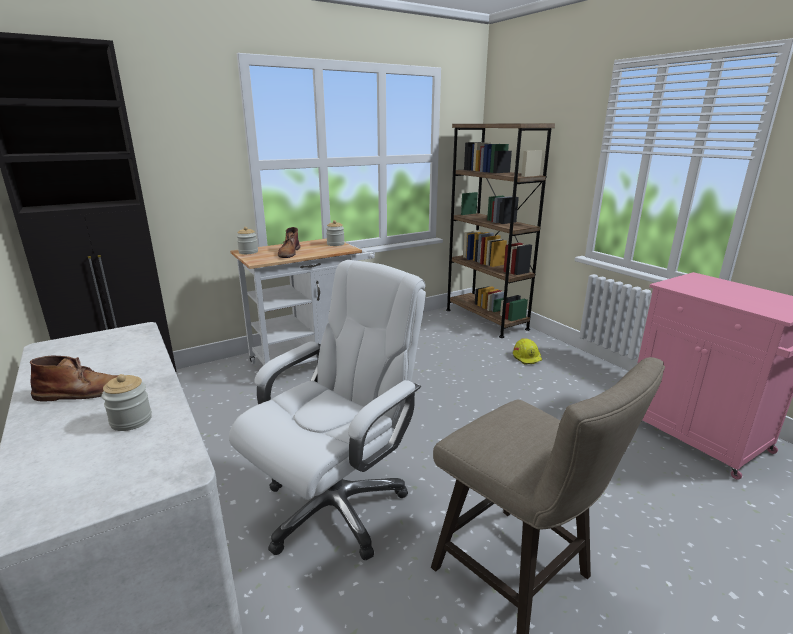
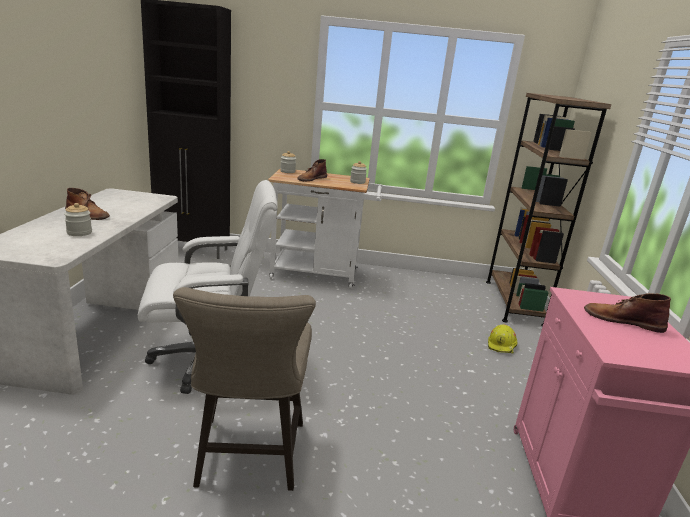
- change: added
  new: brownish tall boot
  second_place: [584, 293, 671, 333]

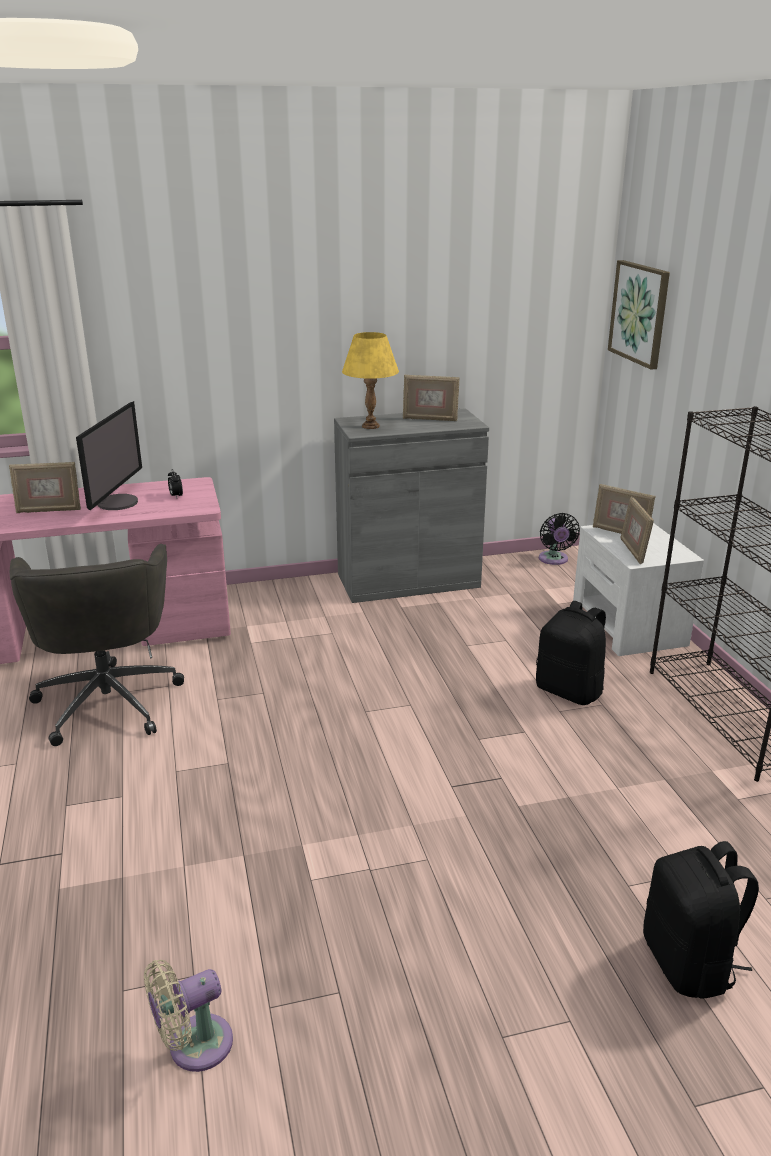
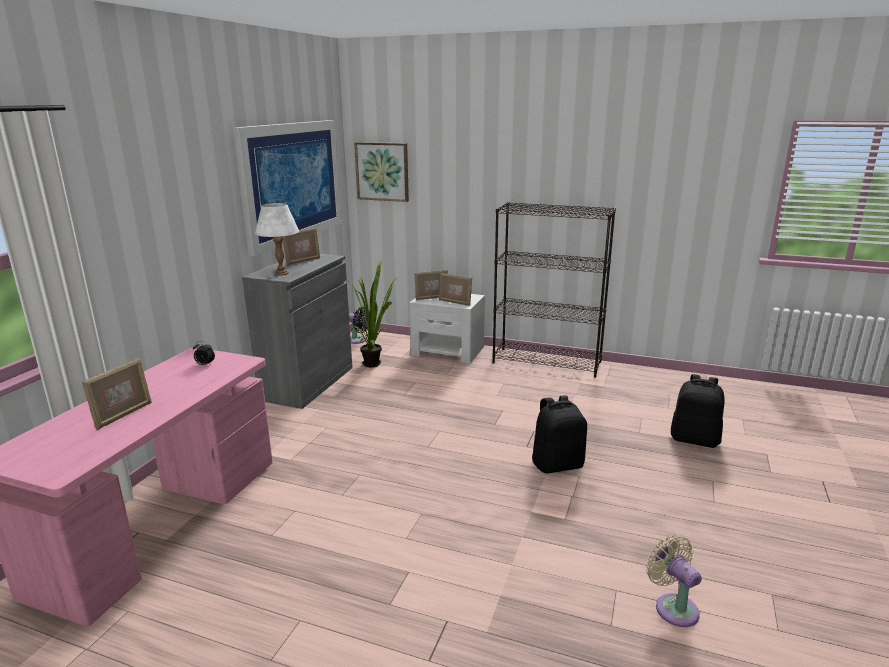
- change: added
  new: wall picture
  second_place: [233, 120, 342, 256]
- change: recoloured
  old: yellow tabletop lamp
  new: whitish tabletop lamp
  first_place: [342, 332, 399, 429]
  second_place: [255, 203, 299, 276]
- change: added
  new: potted plant
  second_place: [346, 260, 397, 367]
- change: moved
  old: black-coloured knapsack
  first_place: [536, 601, 606, 705]
  second_place: [532, 395, 587, 473]
- change: turned
  old: beige-coloured cooling fan
  first_place: [144, 960, 233, 1072]
  second_place: [646, 535, 702, 627]
  degrees: 150
- change: removed
  old: greyish desk chair
  first_place: [10, 544, 184, 746]
- change: removed
  old: monitor
  first_place: [76, 401, 142, 510]

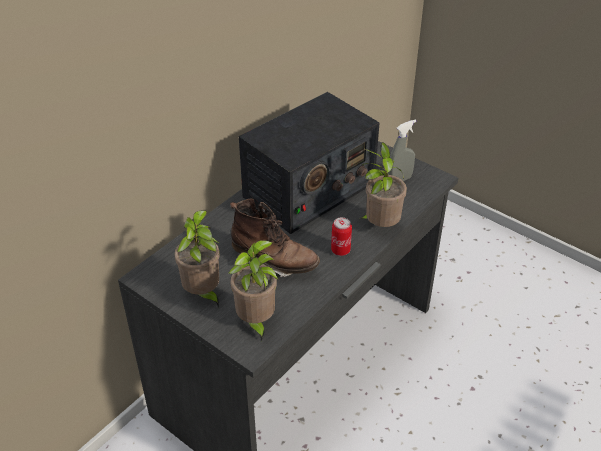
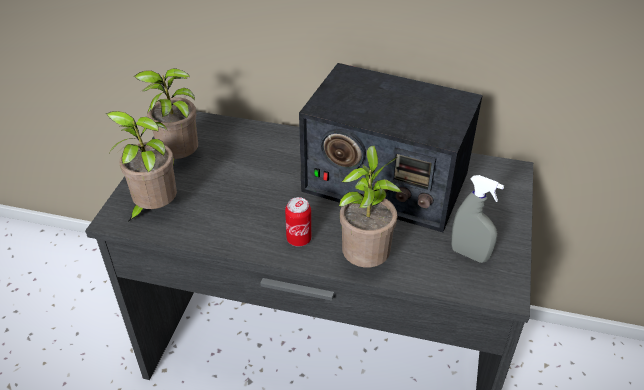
- change: removed
  old: brownish tall boot
  first_place: [230, 198, 320, 277]

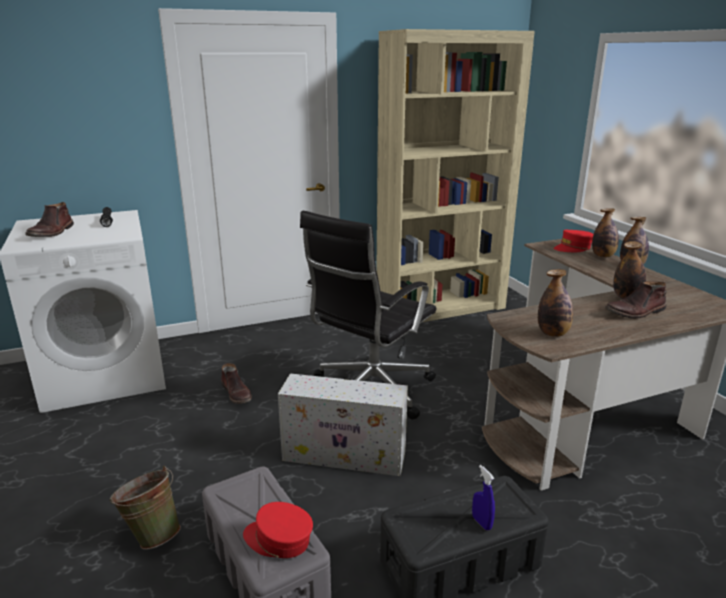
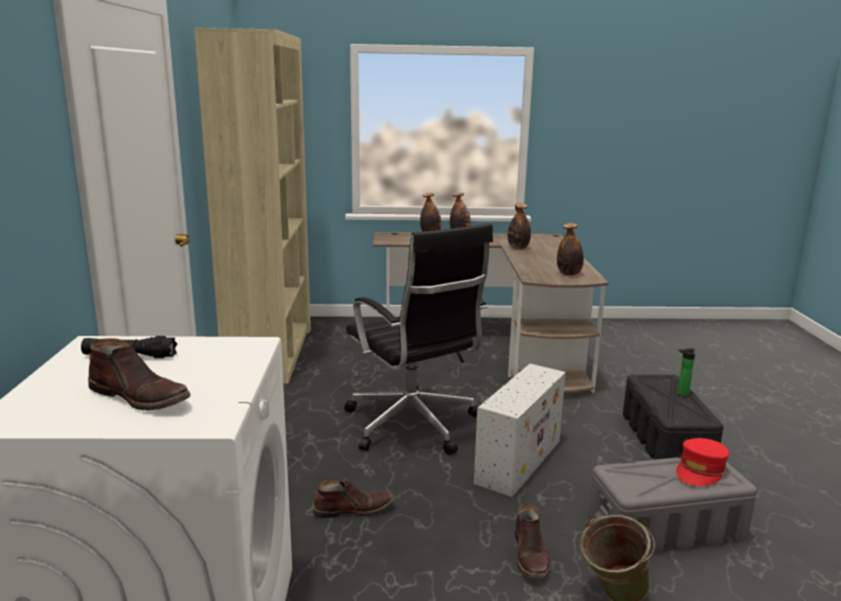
- change: moved
  old: brownish tall boot
  first_place: [605, 281, 667, 319]
  second_place: [515, 504, 550, 578]
- change: replaced
  old: blue-coloured sprayer
  new: bottle
  first_place: [472, 465, 495, 531]
  second_place: [677, 348, 695, 396]
- change: removed
  old: reddish baseball cap
  first_place: [554, 230, 594, 252]

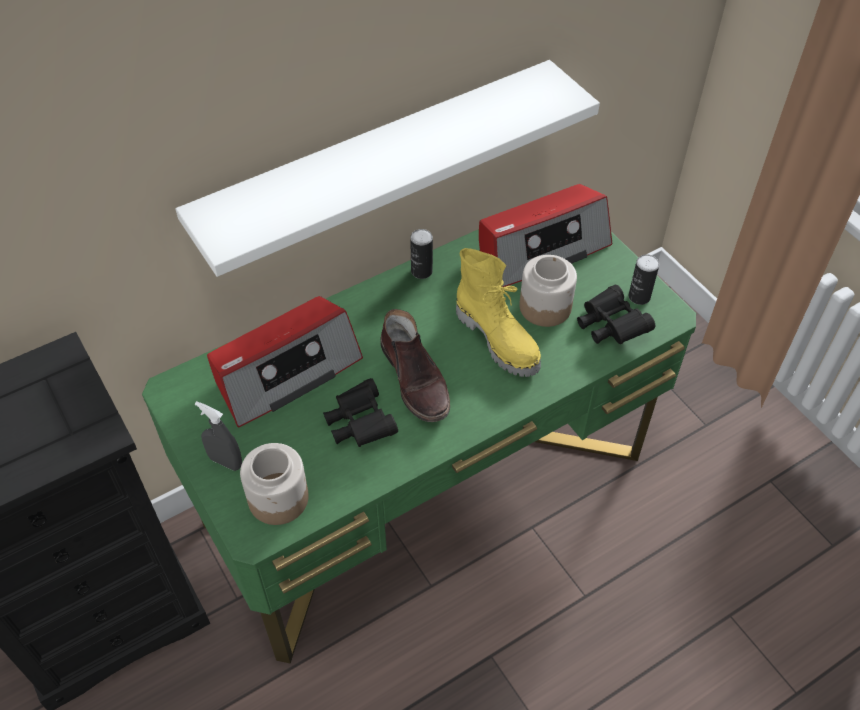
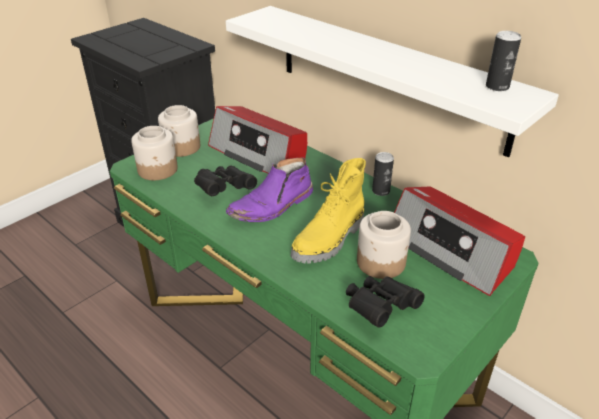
- change: replaced
  old: greyish sprayer
  new: storage jar
  first_place: [195, 401, 242, 471]
  second_place: [158, 105, 200, 157]
- change: recoloured
  old: brownish tall boot
  new: purple tall boot
  first_place: [381, 309, 450, 422]
  second_place: [226, 158, 313, 222]
- change: moved
  old: can
  first_place: [629, 254, 659, 305]
  second_place: [486, 31, 521, 91]

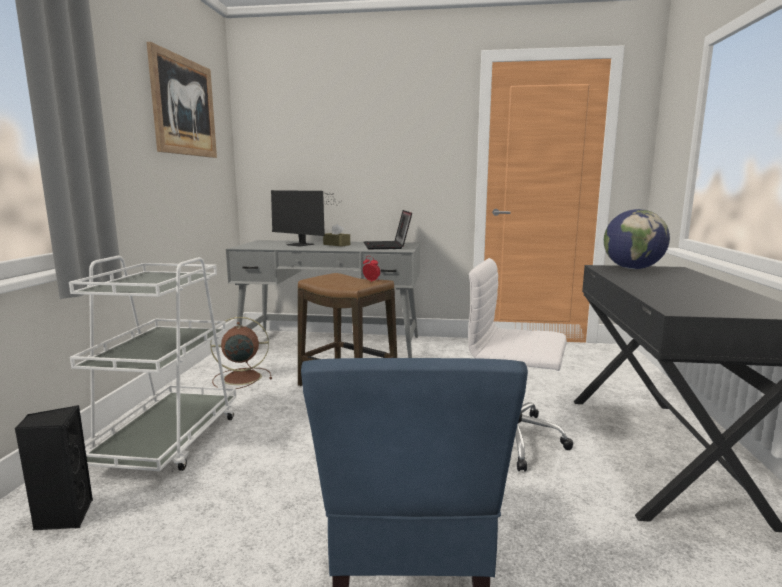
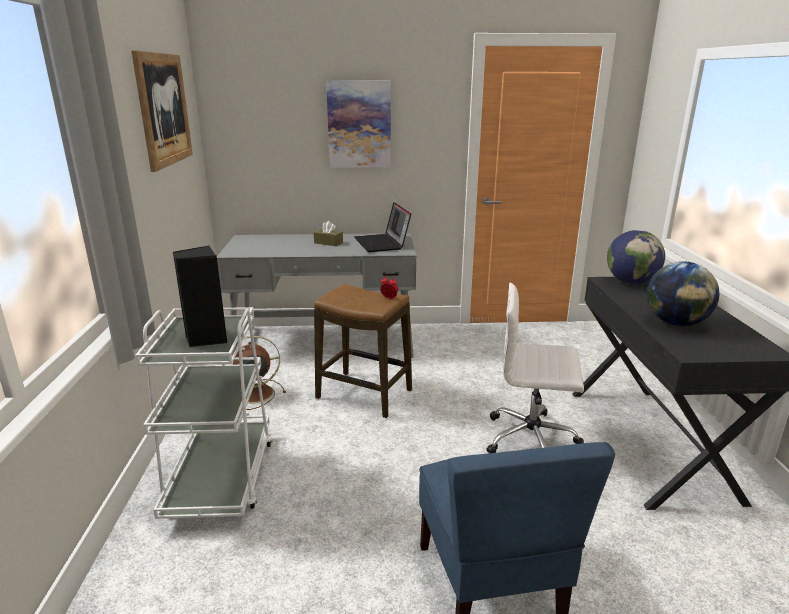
- change: moved
  old: black-coloured loudspeaker
  first_place: [15, 405, 93, 530]
  second_place: [173, 245, 227, 347]
- change: added
  new: wall picture
  second_place: [326, 80, 391, 168]
- change: added
  new: desk globe
  second_place: [647, 261, 720, 326]
- change: removed
  old: monitor
  first_place: [271, 190, 341, 247]

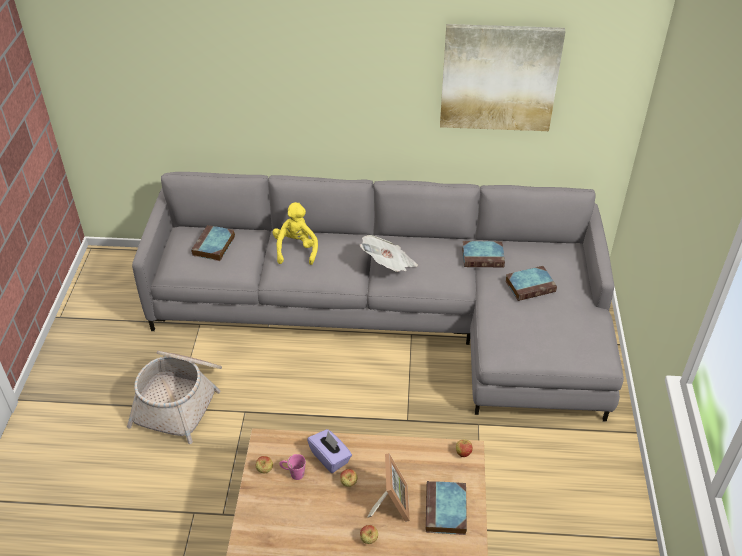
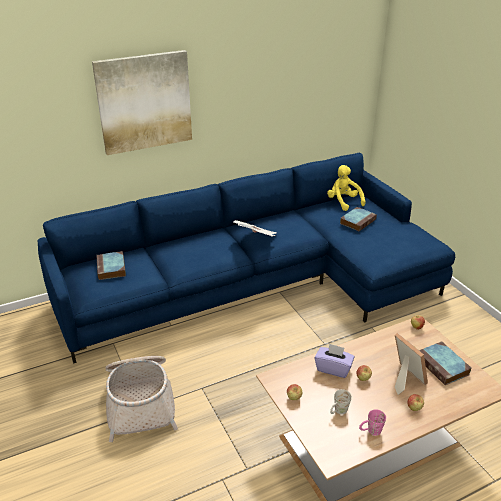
- change: recoloured
  old: greyish settee
  new: blue-coloured settee
  first_place: [132, 172, 624, 422]
  second_place: [38, 153, 455, 364]
- change: moved
  old: wall picture
  first_place: [440, 24, 566, 131]
  second_place: [92, 50, 192, 155]
- change: moved
  old: yellow plush toy
  first_place: [273, 202, 318, 265]
  second_place: [327, 165, 366, 211]
- change: added
  new: whitish mug
  second_place: [330, 389, 352, 414]
- change: moved
  old: pink mug
  first_place: [279, 454, 306, 480]
  second_place: [359, 409, 386, 436]
- change: removed
  old: bound book
  first_place: [462, 241, 505, 267]

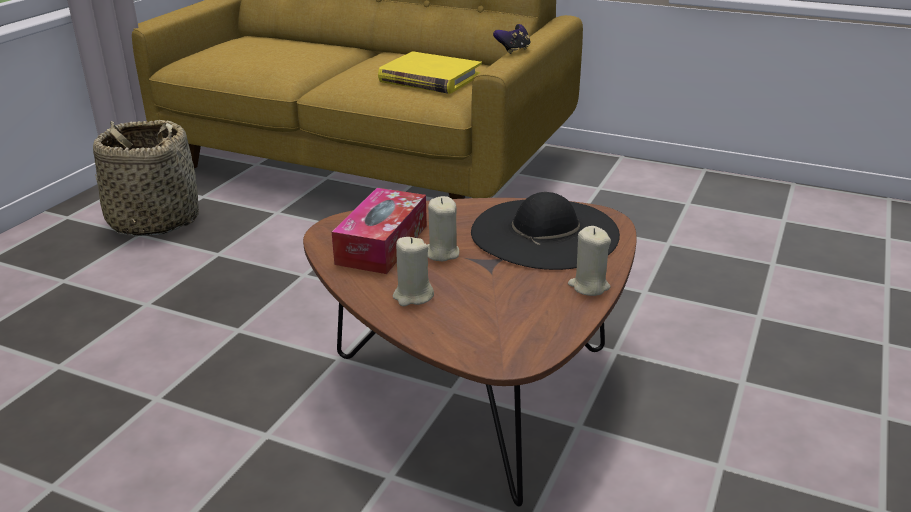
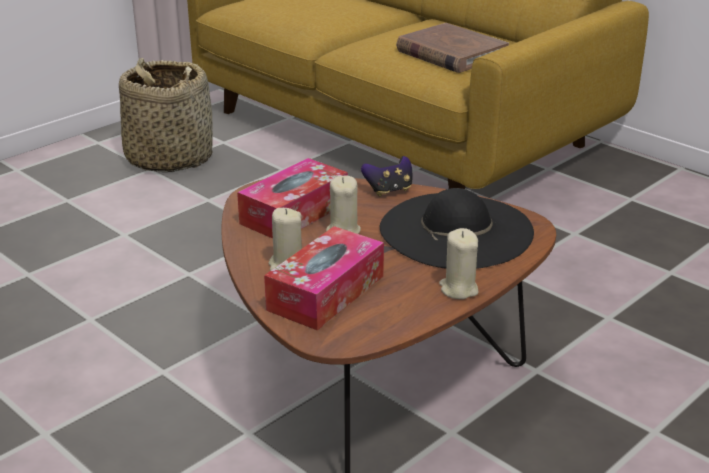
- change: added
  new: box of tissues
  second_place: [264, 226, 384, 330]
- change: moved
  old: joypad
  first_place: [493, 24, 531, 54]
  second_place: [361, 156, 412, 196]
- change: recoloured
  old: yellow bound book
  new: brownish bound book
  first_place: [378, 51, 482, 94]
  second_place: [396, 23, 509, 73]

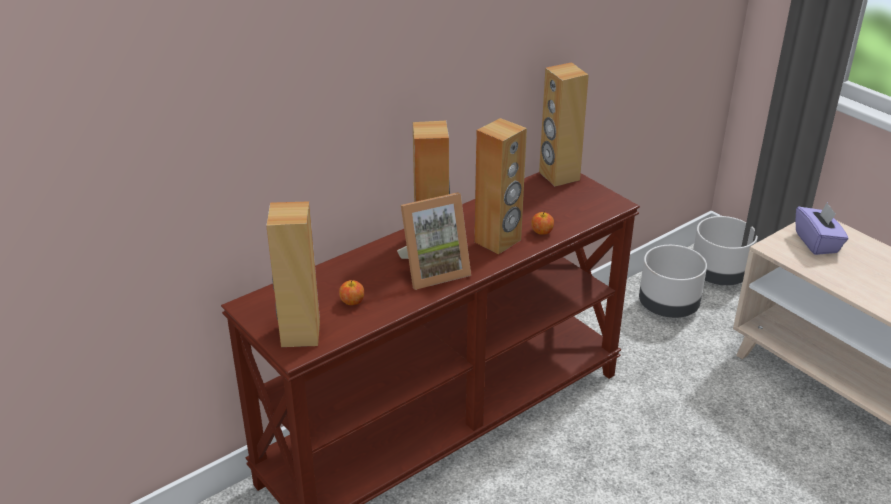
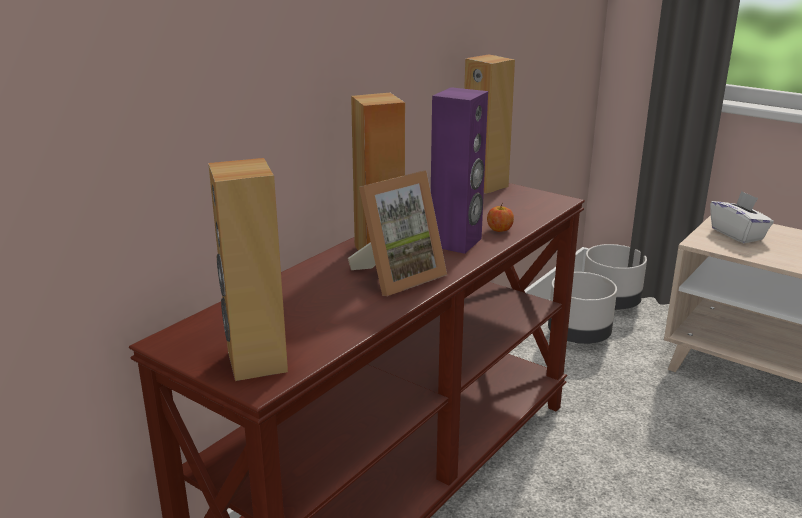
- change: recoloured
  old: brownish loudspeaker
  new: purple loudspeaker
  first_place: [474, 118, 527, 254]
  second_place: [431, 87, 488, 254]
- change: recoloured
  old: purple box of tissues
  new: whitish box of tissues
  first_place: [796, 202, 848, 255]
  second_place: [710, 191, 774, 243]
- change: removed
  old: apple
  first_place: [339, 279, 364, 305]

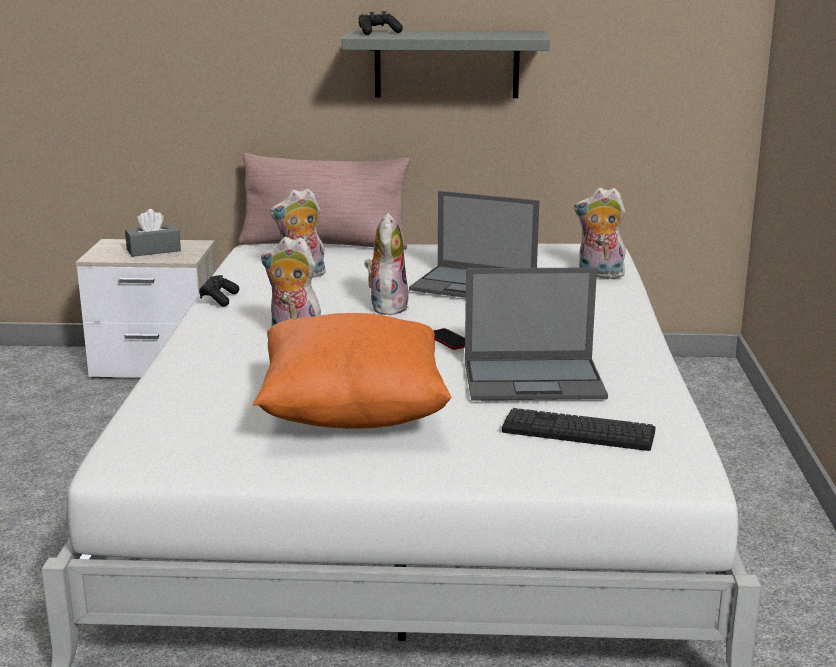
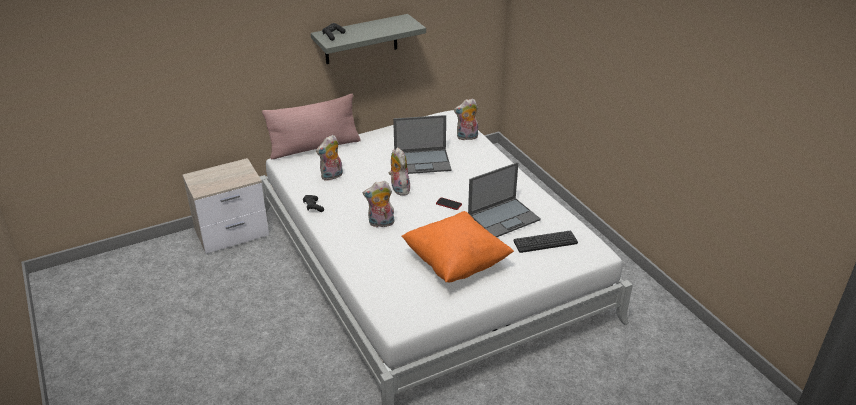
- change: removed
  old: greyish box of tissues
  first_place: [125, 209, 181, 257]

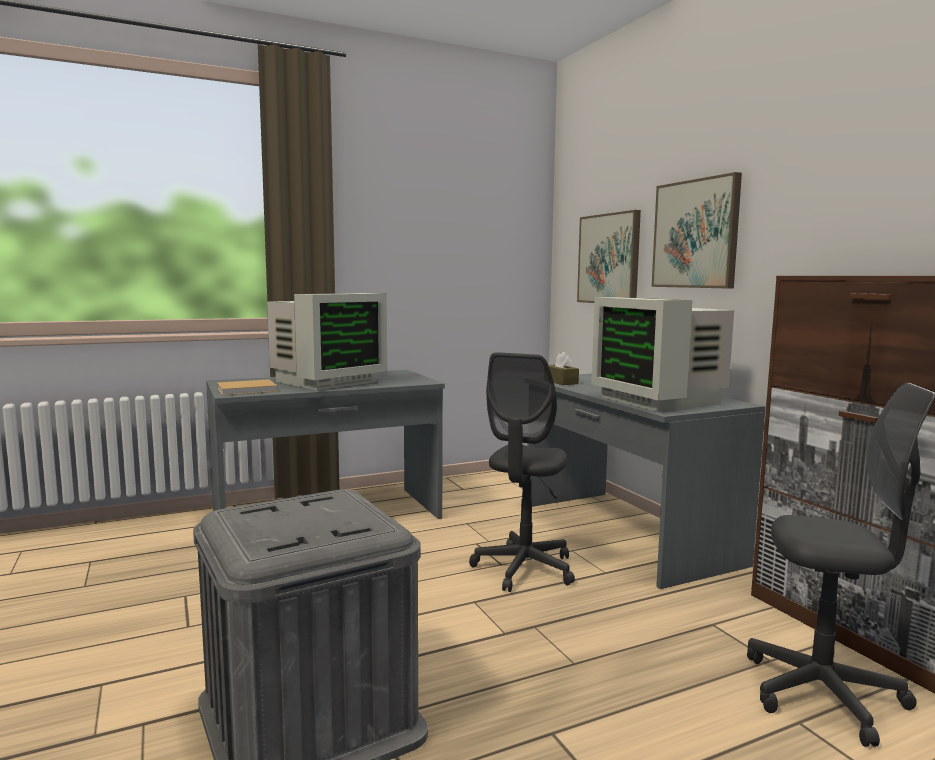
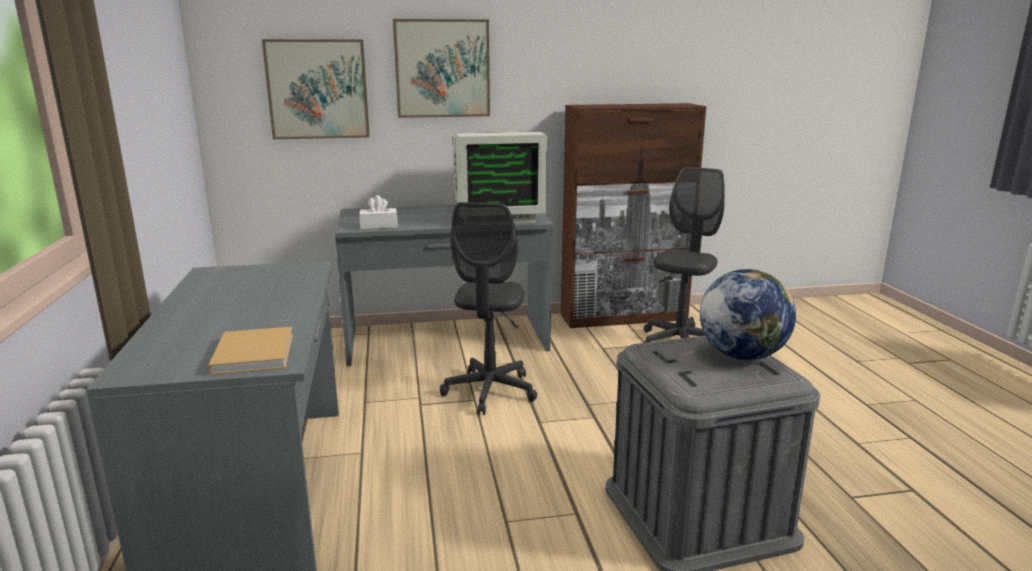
- change: recoloured
  old: brownish box of tissues
  new: whitish box of tissues
  first_place: [548, 352, 579, 385]
  second_place: [359, 195, 398, 229]
- change: turned
  old: greyish desk chair
  first_place: [469, 352, 575, 592]
  second_place: [440, 202, 537, 415]
  degrees: 60
- change: added
  new: desk globe
  second_place: [700, 269, 796, 360]
- change: removed
  old: monitor
  first_place: [267, 293, 387, 390]

